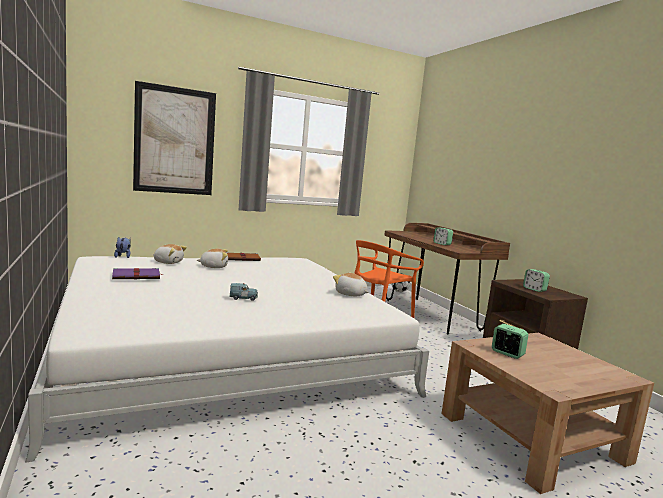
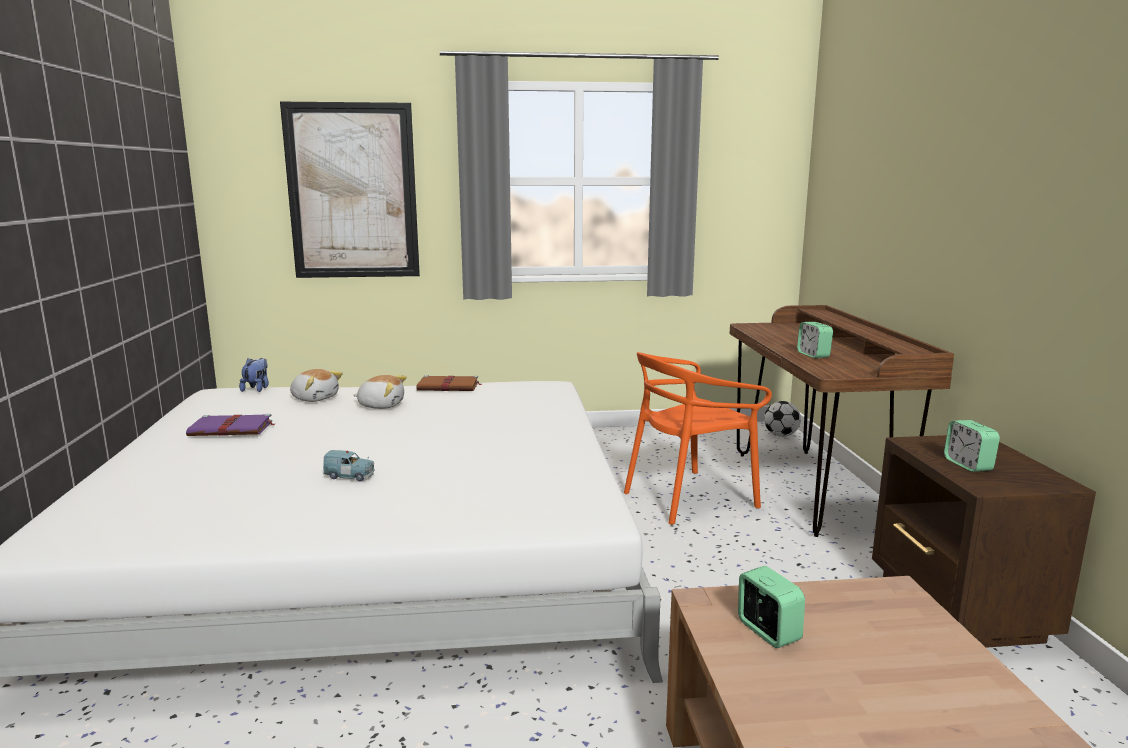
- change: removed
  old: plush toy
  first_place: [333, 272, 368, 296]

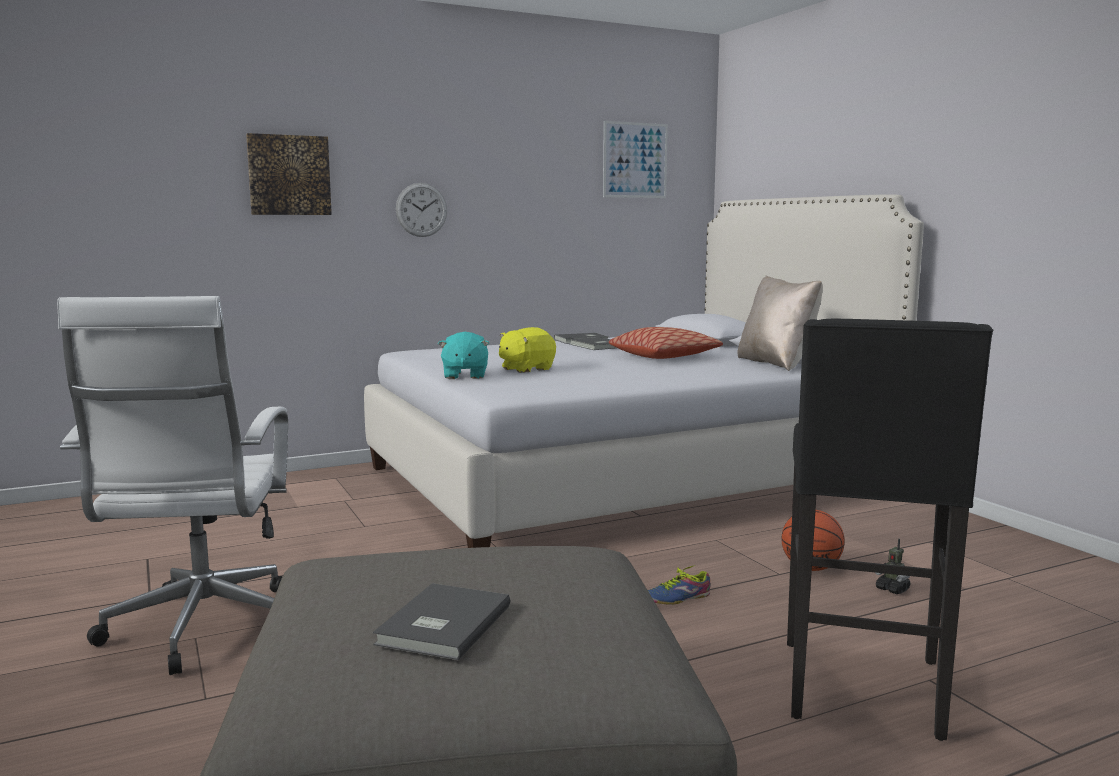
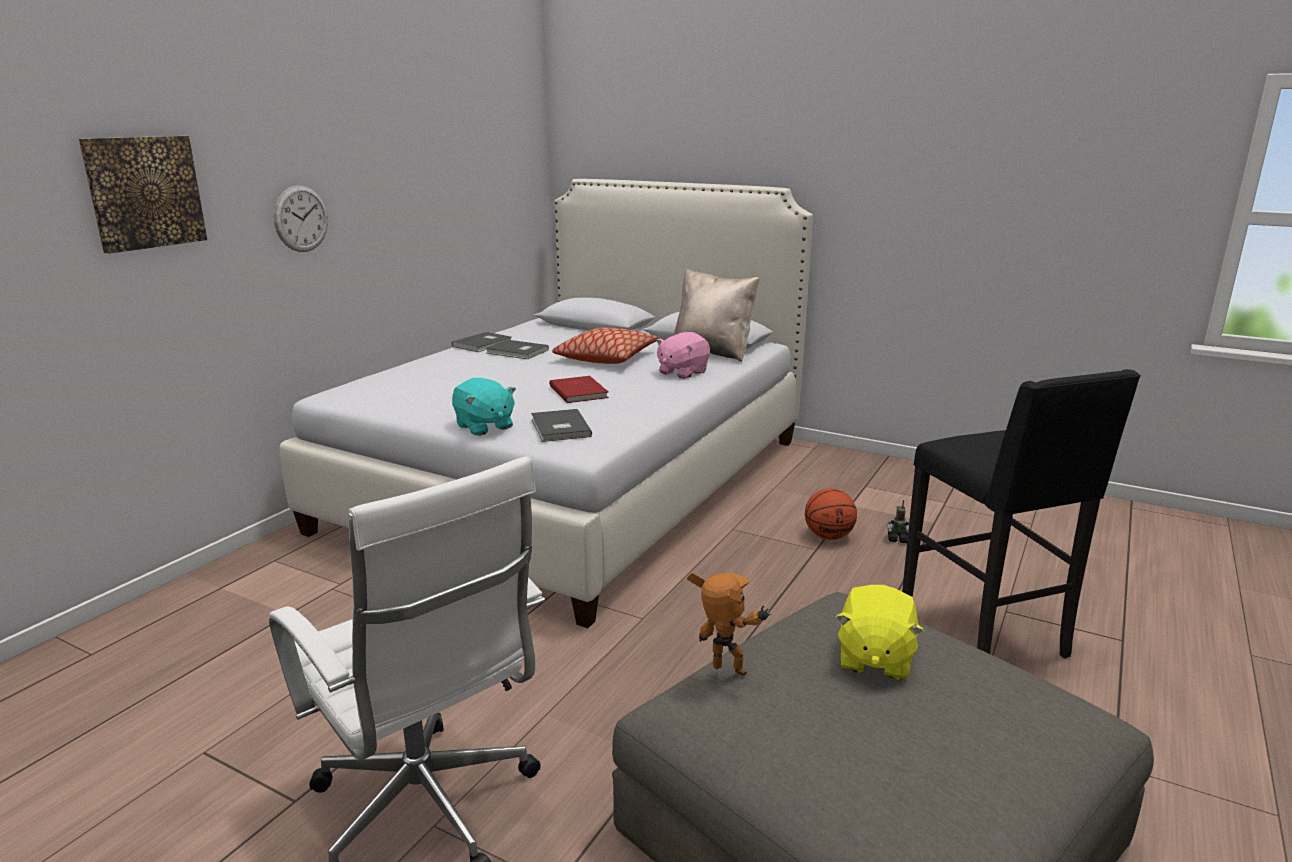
- change: moved
  old: greyish bound book
  first_place: [373, 583, 510, 660]
  second_place: [531, 409, 592, 442]
- change: added
  new: reddish bound book
  second_place: [549, 376, 609, 403]
- change: added
  new: pink plush toy
  second_place: [656, 332, 710, 379]
- change: added
  new: toy robot
  second_place: [687, 573, 771, 676]
- change: moved
  old: yellow plush toy
  first_place: [499, 327, 556, 373]
  second_place: [836, 585, 924, 680]
- change: removed
  old: wall picture
  first_place: [603, 121, 668, 198]
- change: removed
  old: low shoe
  first_place: [648, 564, 711, 605]

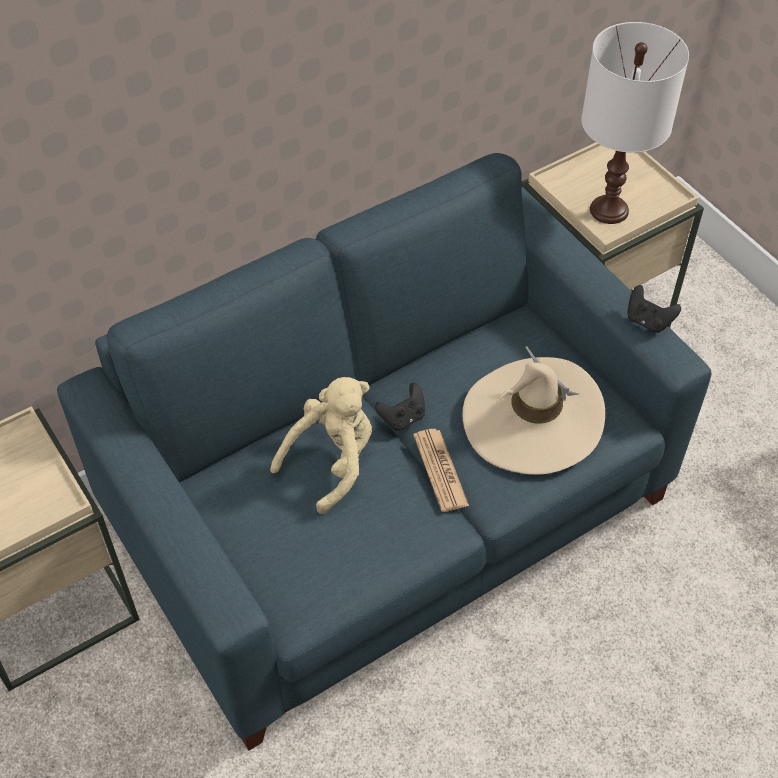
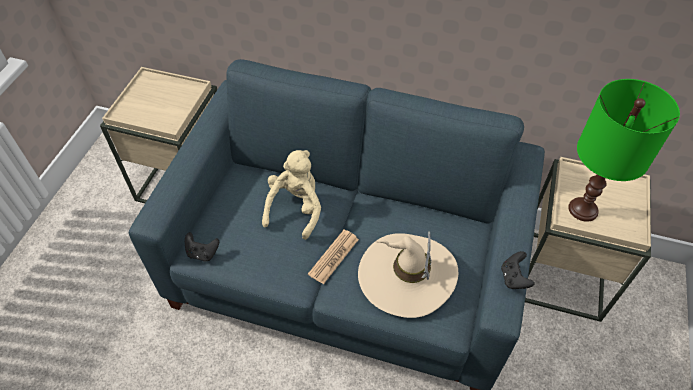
- change: moved
  old: black-coloured joypad
  first_place: [375, 383, 425, 430]
  second_place: [185, 232, 219, 262]
- change: turned
  old: beige-coloured plush toy
  first_place: [270, 377, 372, 514]
  second_place: [262, 150, 321, 240]
  degrees: -75
- change: recoloured
  old: whitish tabletop lamp
  new: green tabletop lamp
  first_place: [581, 22, 689, 224]
  second_place: [568, 79, 680, 222]

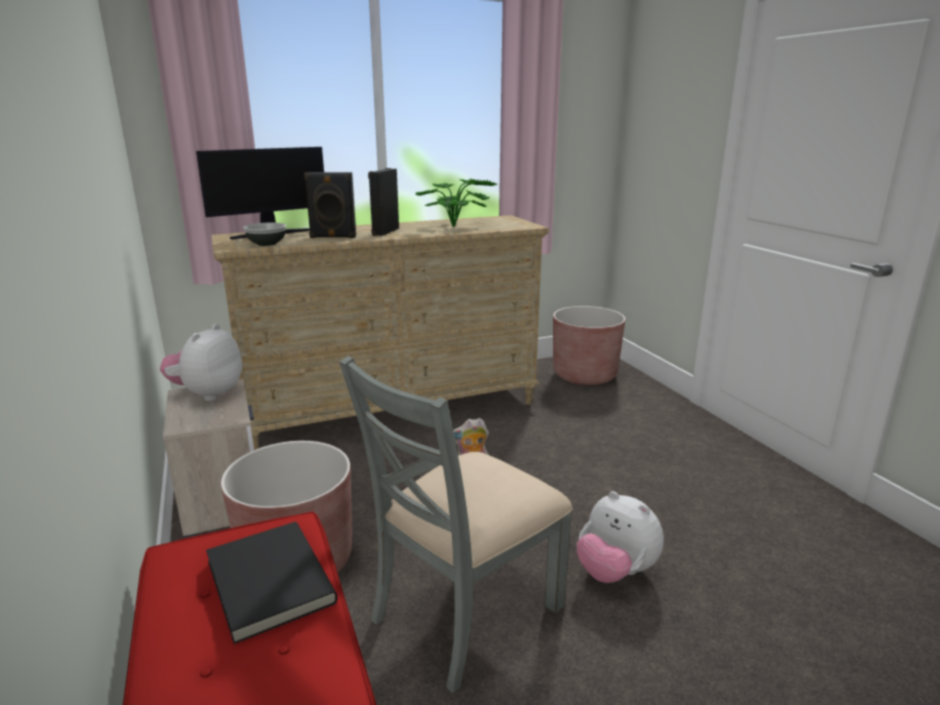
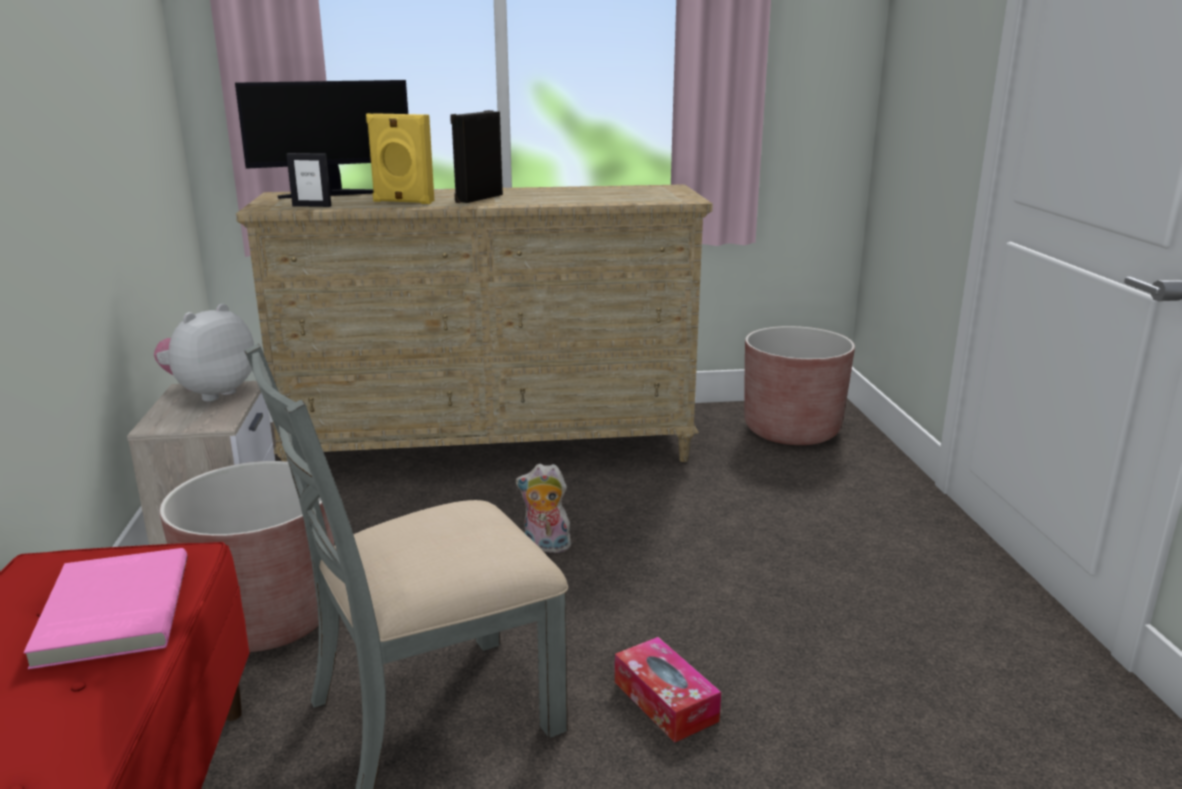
- change: recoloured
  old: black-coloured bound book
  new: pink bound book
  first_place: [206, 522, 337, 644]
  second_place: [24, 548, 187, 670]
- change: replaced
  old: serving bowl
  new: photo frame
  first_place: [243, 223, 286, 246]
  second_place: [286, 153, 332, 207]
- change: recoloured
  old: black-coloured loudspeaker
  new: yellow loudspeaker
  first_place: [304, 172, 356, 238]
  second_place: [366, 113, 434, 204]
- change: replaced
  old: plush toy
  new: box of tissues
  first_place: [577, 491, 664, 583]
  second_place: [615, 637, 721, 743]
- change: removed
  old: potted plant
  first_place: [416, 179, 497, 227]

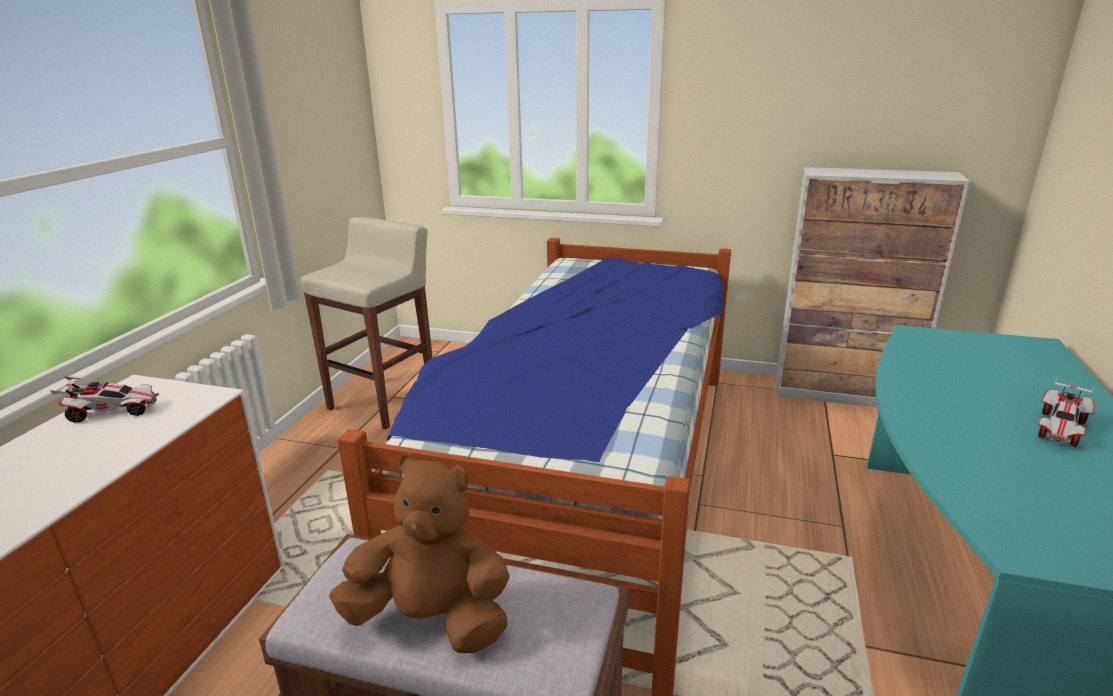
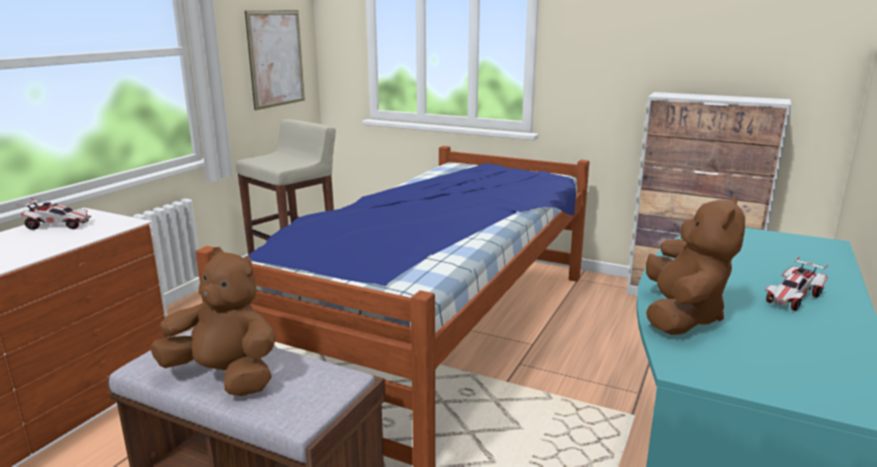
- change: added
  new: wall picture
  second_place: [245, 10, 305, 110]
- change: added
  new: brownish plush toy
  second_place: [646, 195, 745, 335]

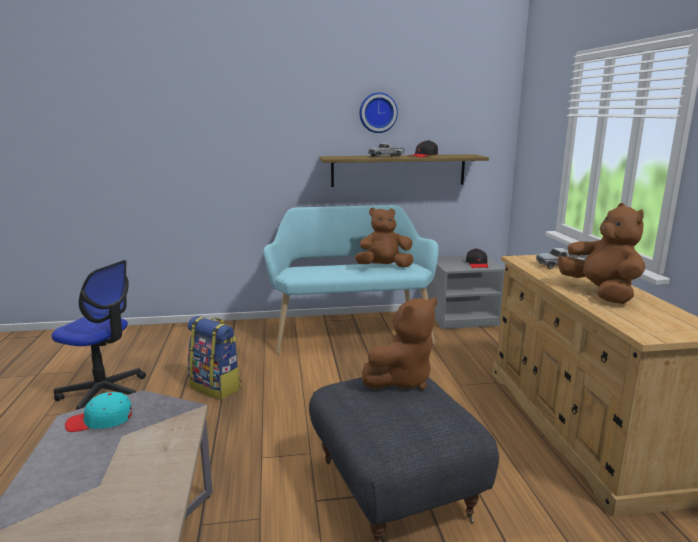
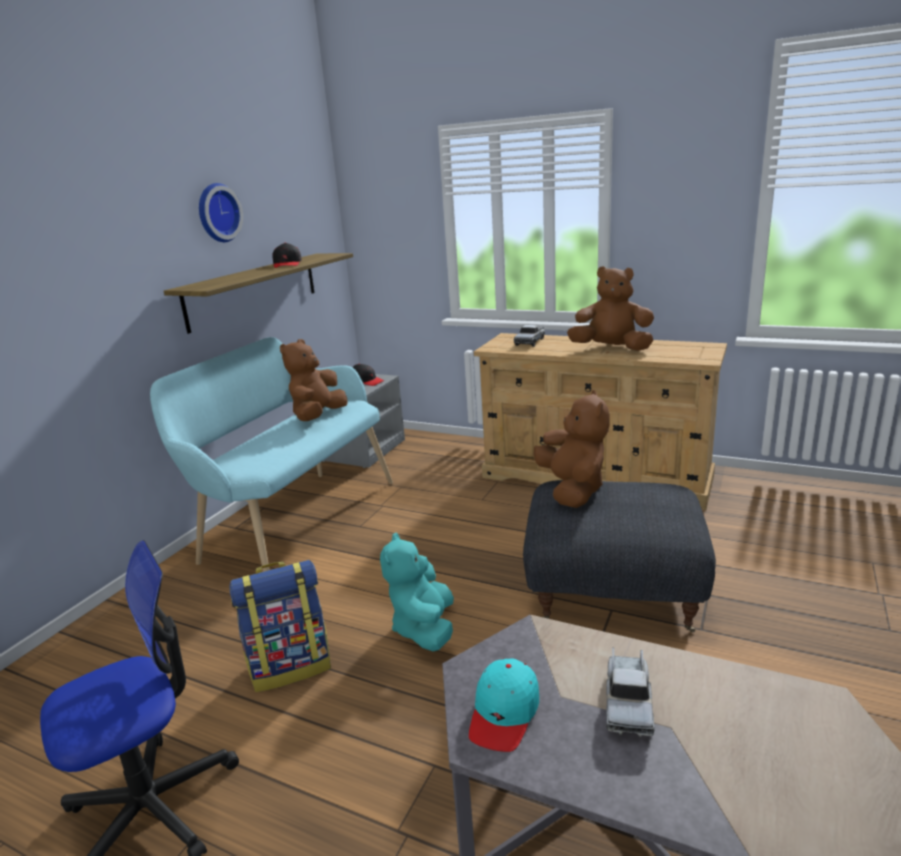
- change: added
  new: turquoise-coloured plush toy
  second_place: [380, 533, 454, 651]
- change: moved
  old: model truck
  first_place: [368, 143, 405, 157]
  second_place: [606, 647, 655, 738]

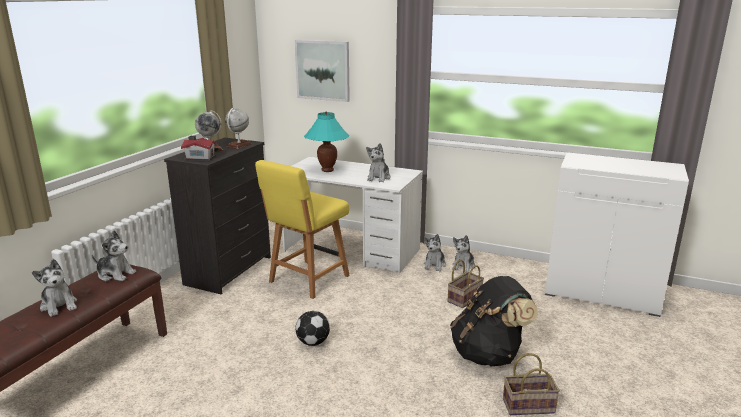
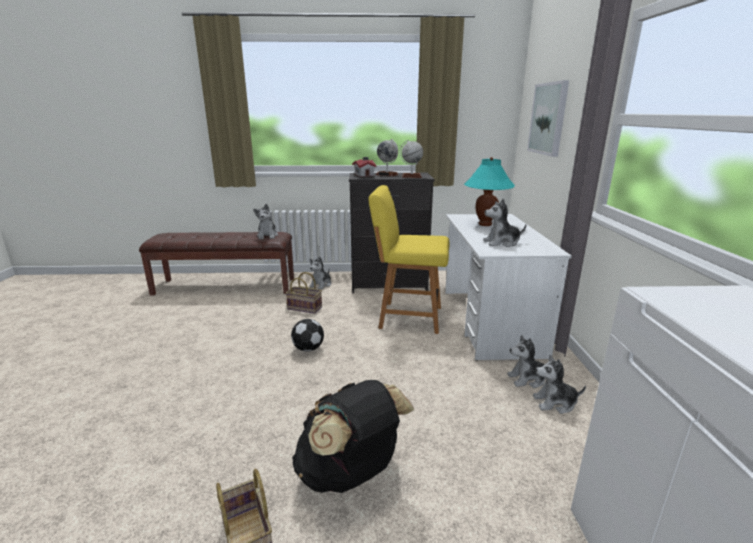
- change: moved
  old: basket
  first_place: [448, 260, 484, 308]
  second_place: [286, 272, 322, 314]
- change: moved
  old: plush toy
  first_place: [32, 259, 77, 317]
  second_place: [309, 256, 332, 290]

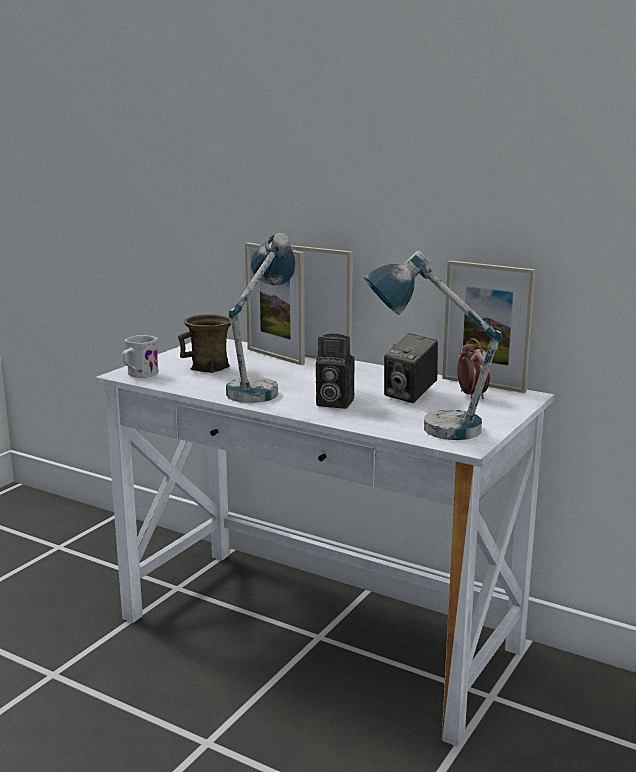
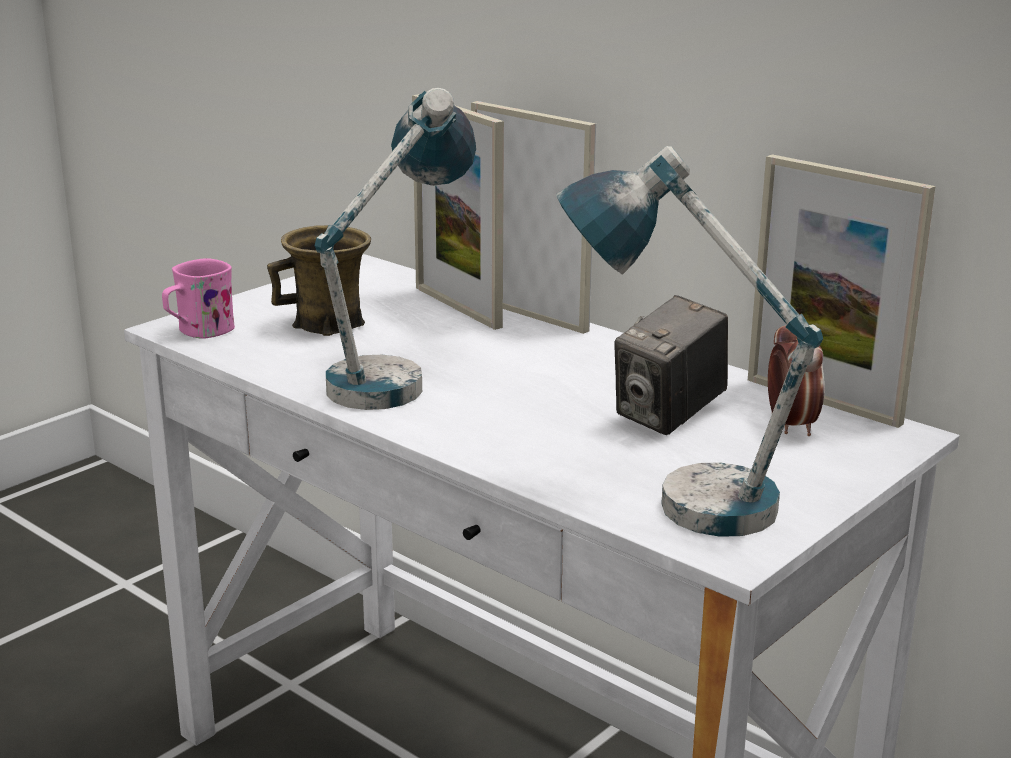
- change: recoloured
  old: whitish mug
  new: pink mug
  first_place: [122, 335, 159, 378]
  second_place: [162, 258, 235, 339]
- change: removed
  old: photo camera
  first_place: [316, 334, 355, 409]

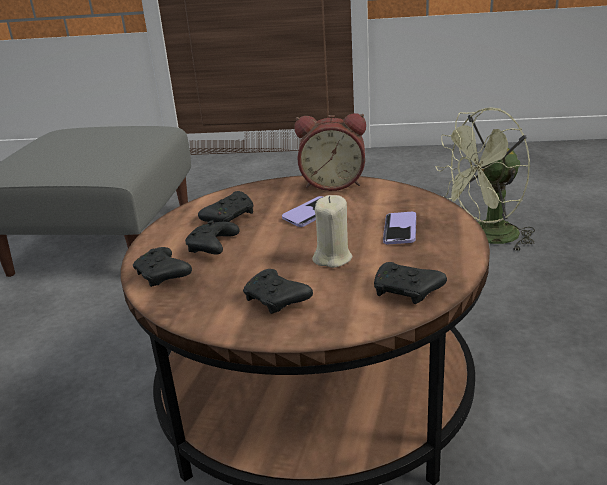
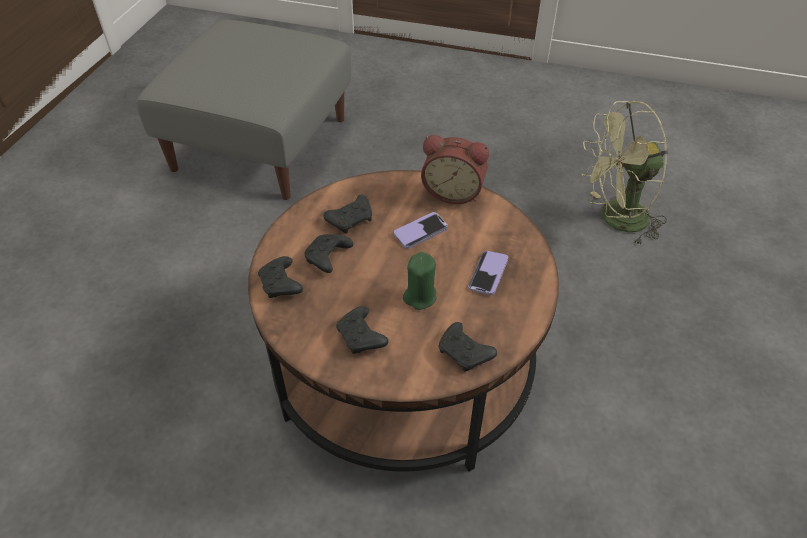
- change: recoloured
  old: beige-coloured candle
  new: green candle
  first_place: [312, 195, 353, 268]
  second_place: [403, 252, 437, 310]

